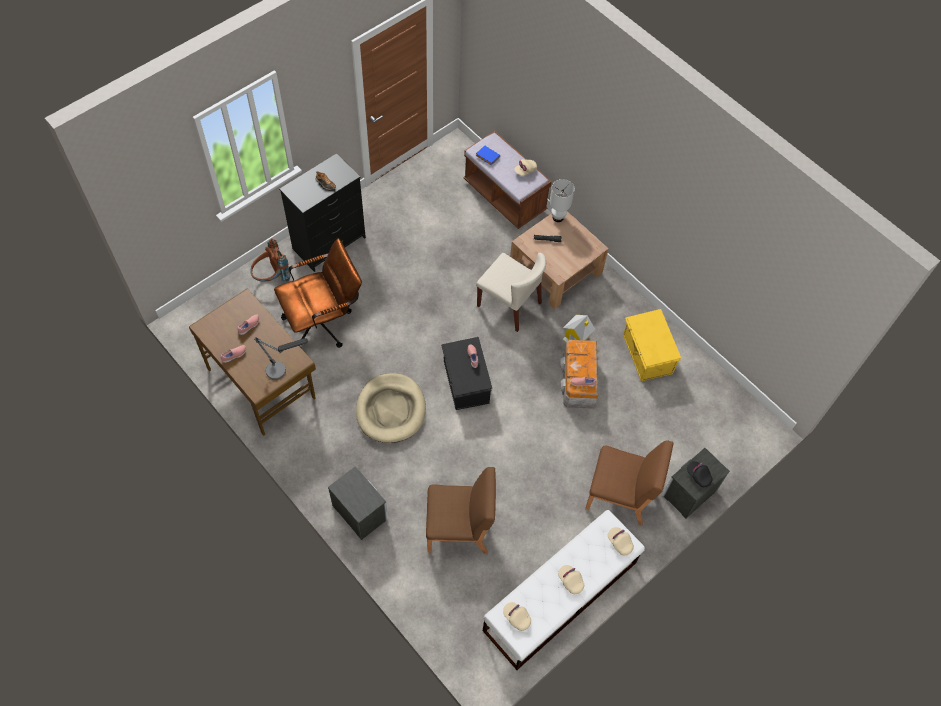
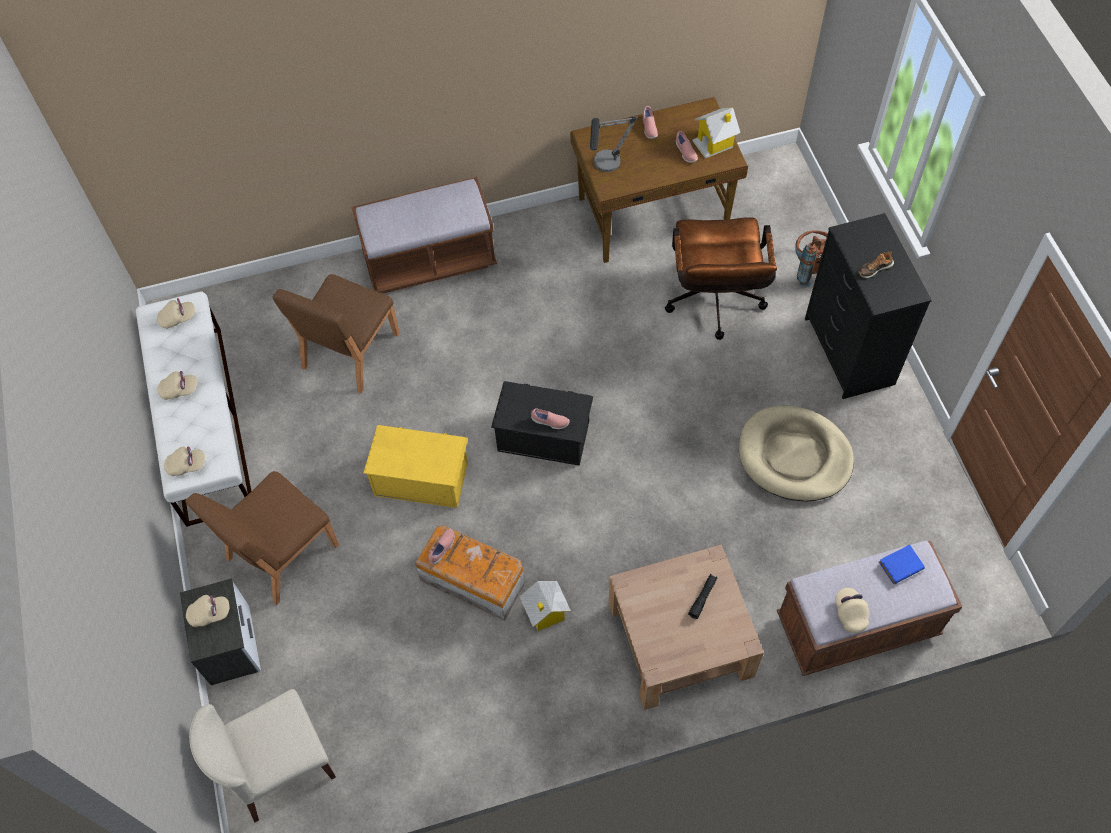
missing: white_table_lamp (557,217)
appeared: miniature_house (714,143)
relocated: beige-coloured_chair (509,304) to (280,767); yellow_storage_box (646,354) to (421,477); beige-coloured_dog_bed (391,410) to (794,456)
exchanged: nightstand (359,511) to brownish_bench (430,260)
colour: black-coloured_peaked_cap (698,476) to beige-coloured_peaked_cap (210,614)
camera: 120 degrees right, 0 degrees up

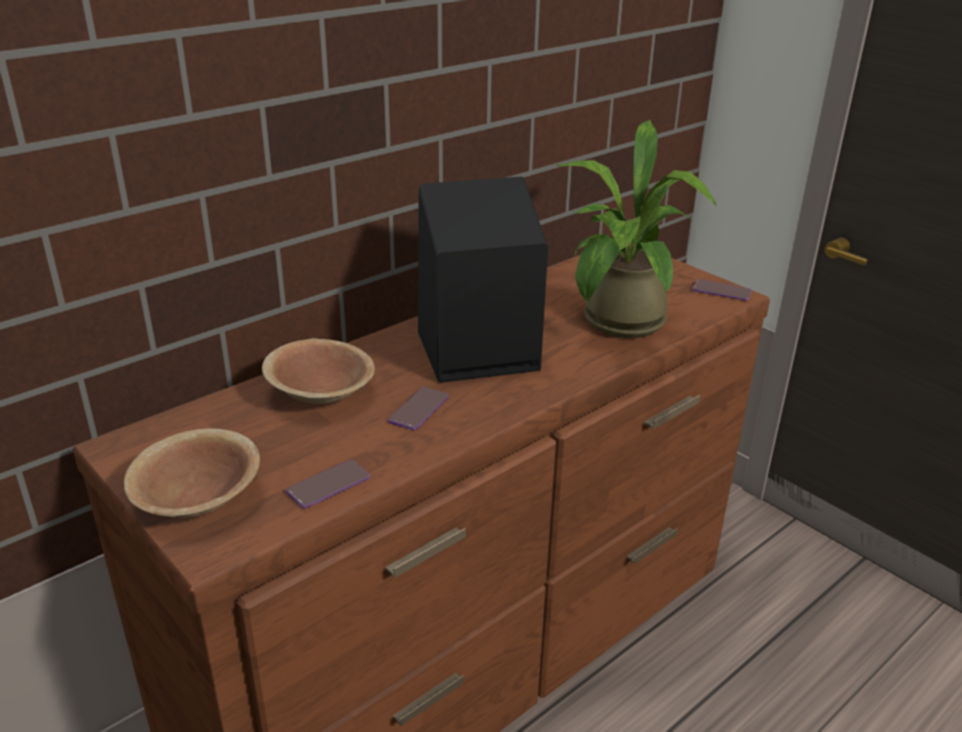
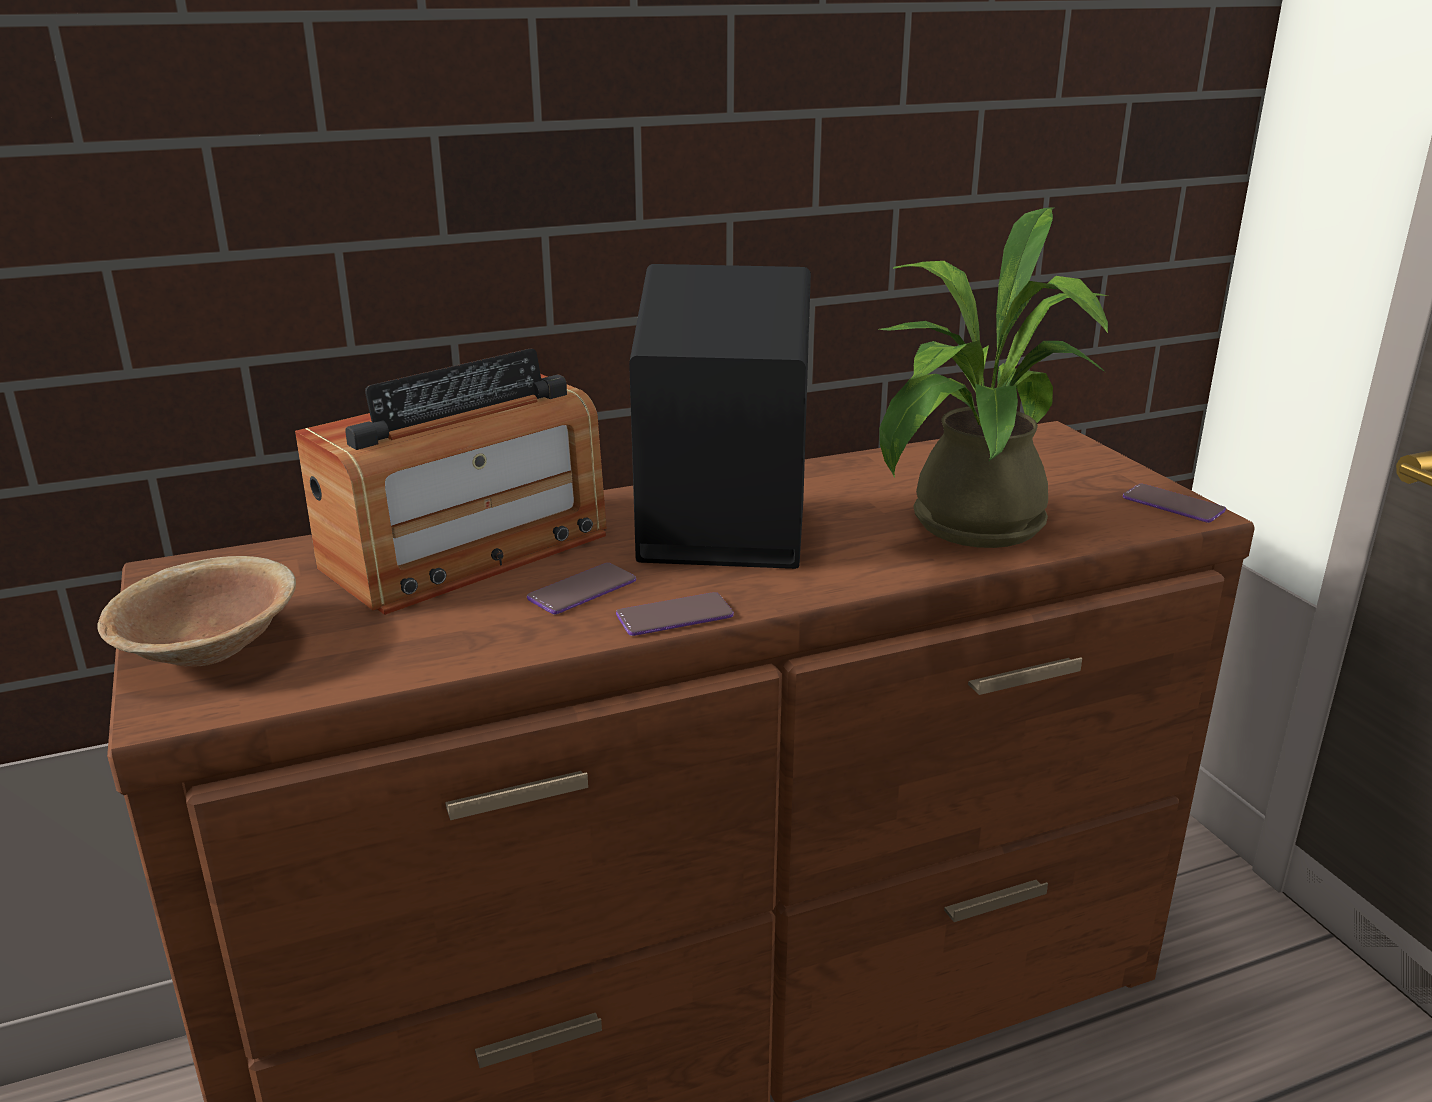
relocated: telephone (328,485) to (674,616)
exchanged: brownish_bowl (321,394) to radio_receiver (467,551)
camera: 20 degrees right, 5 degrees down

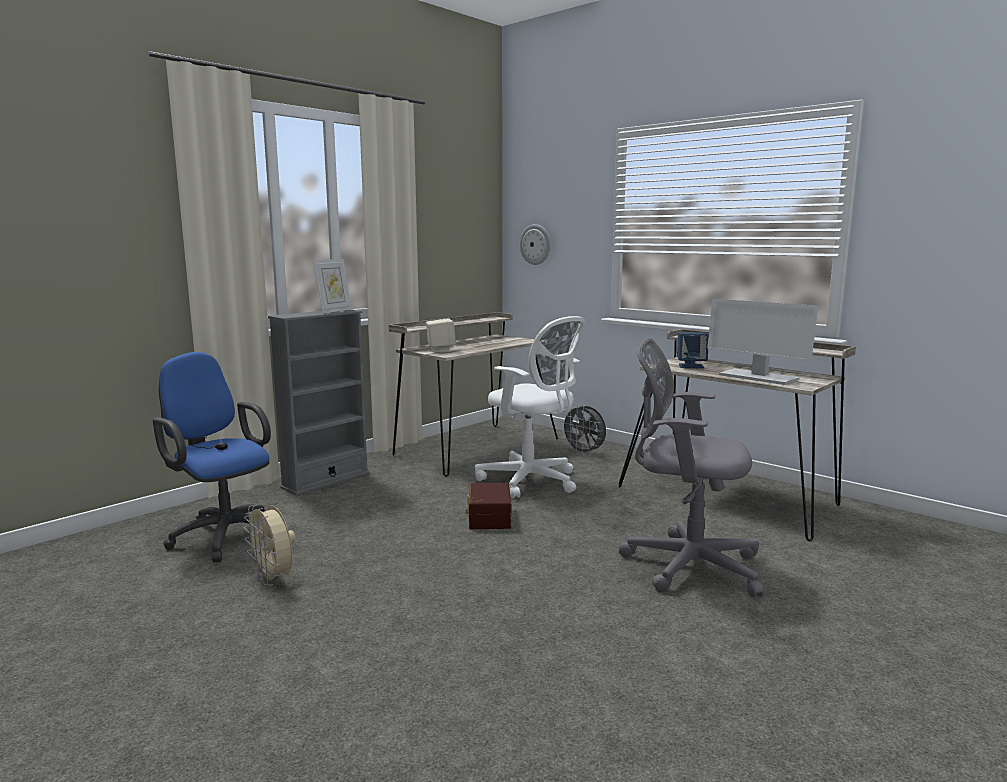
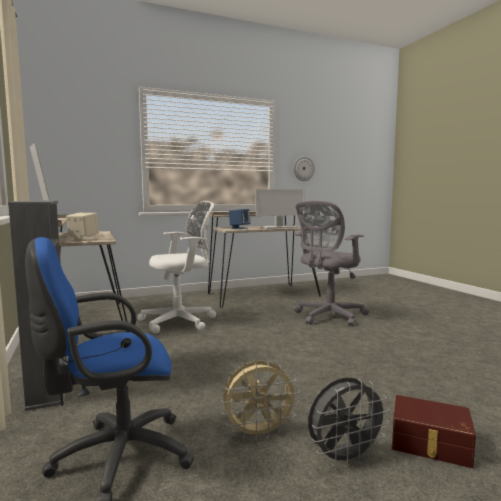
relocated: wall_clock (535,244) to (303,168); greyish_cooling_fan (584,453) to (344,458); brownish_storage_box (488,517) to (430,444)
camera: 65 degrees left, 5 degrees down

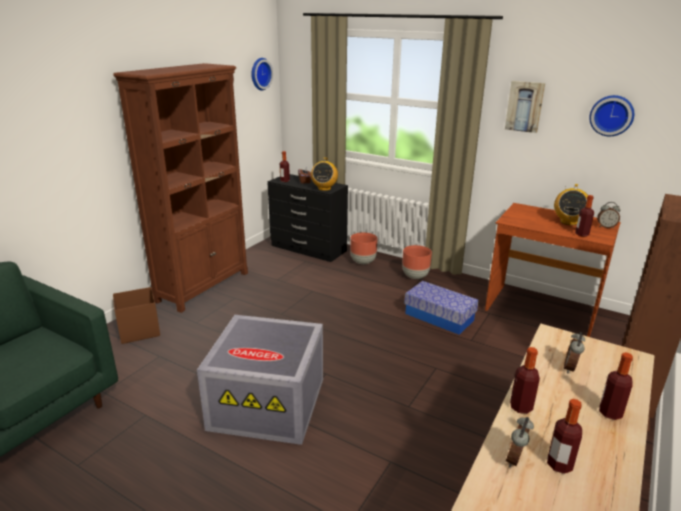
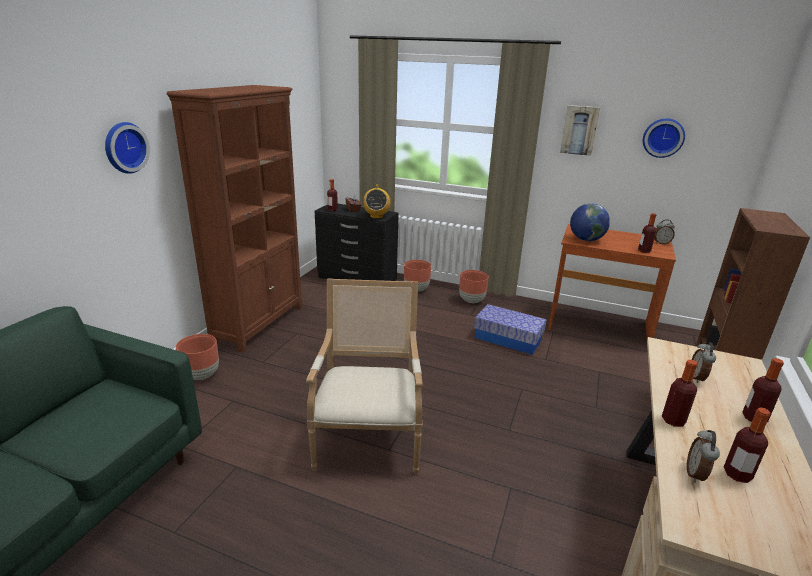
missing: radio_receiver (568,222)
appeared: globe (586,240)
relocated: wall_clock (259,74) to (124,147)
exchanged: brownish_storage_box (138,331) to brownish_plant_pot (201,375); greyish_storage_box (269,402) to easy_chair (368,440)
camera: 10 degrees left, 0 degrees up

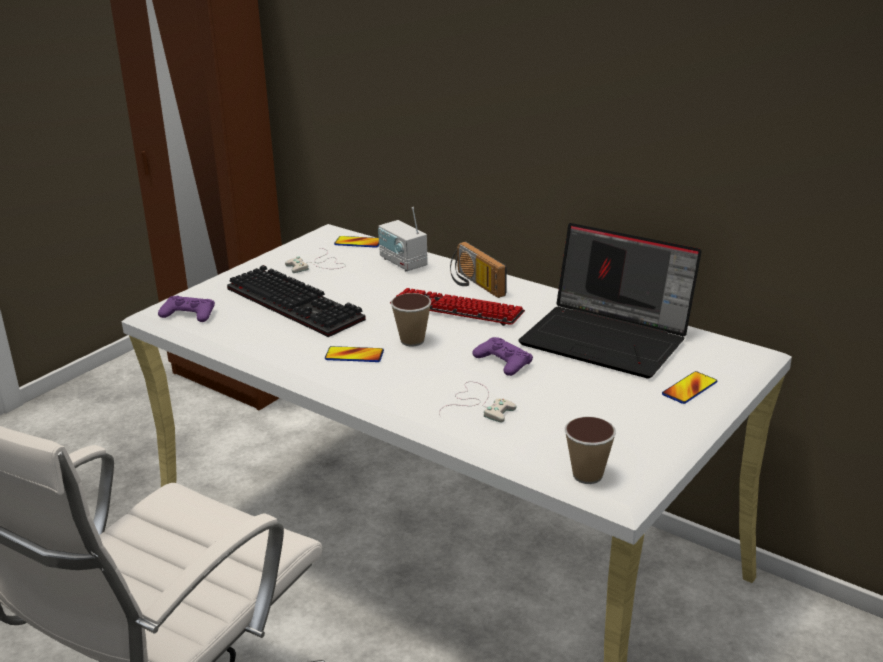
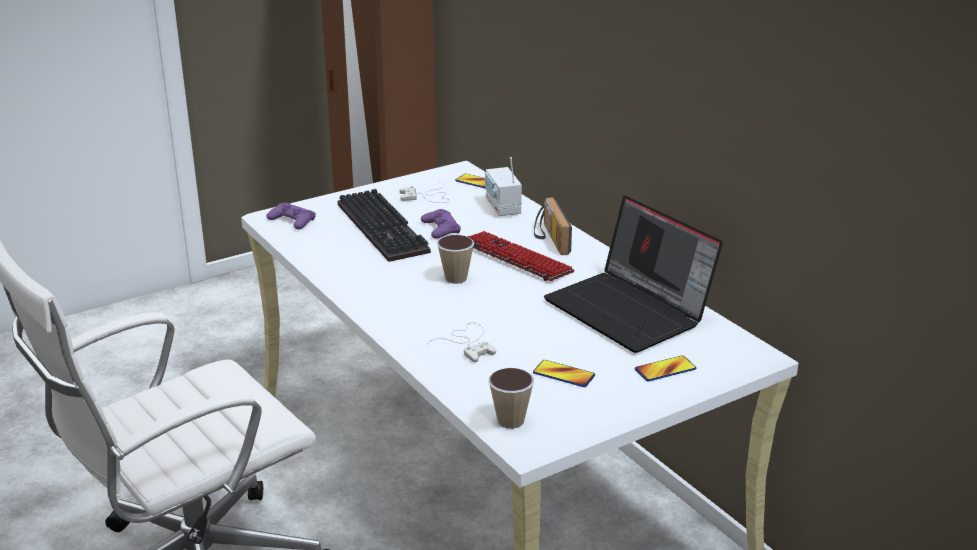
relocated: purplish_game_controller (503,362) to (440,229); telephone (354,355) to (563,375)
camera: 20 degrees right, 0 degrees up

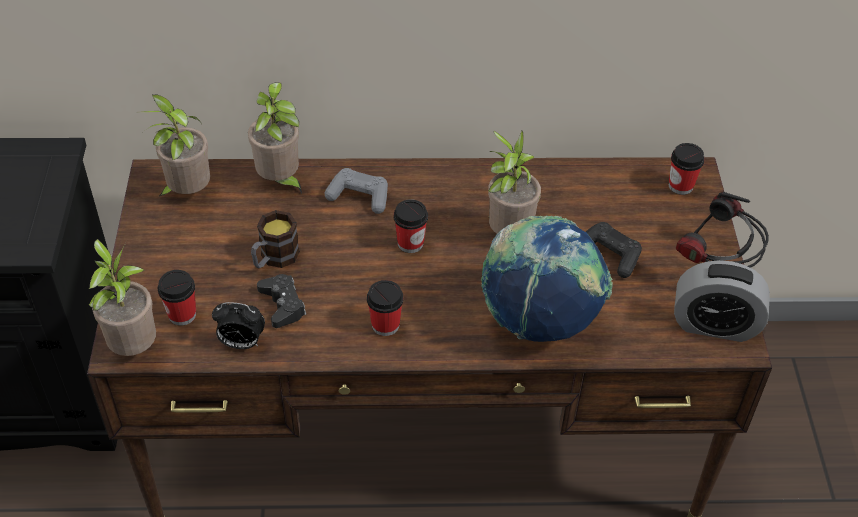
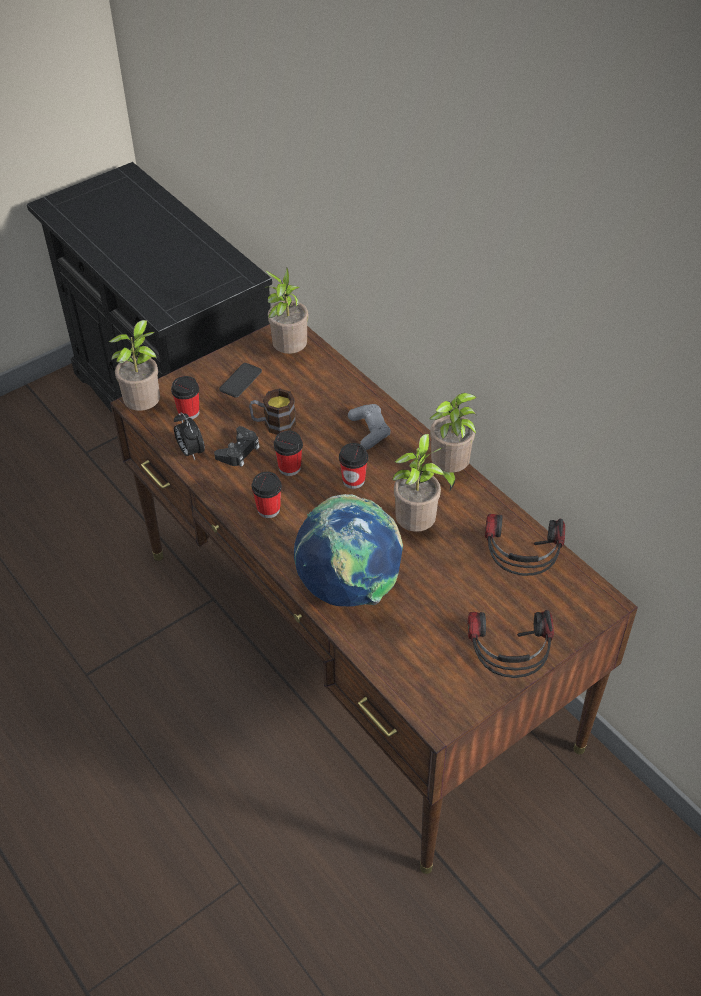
missing: black-coloured_game_controller (609,255); alarm_clock (714,325)
appeared: telephone (240,380); pair_of_headphones (519,569)
relocated: drinking_cup (680,186) to (289,468); potted_plant (280,181) to (449,472)
camera: 55 degrees right, 0 degrees up

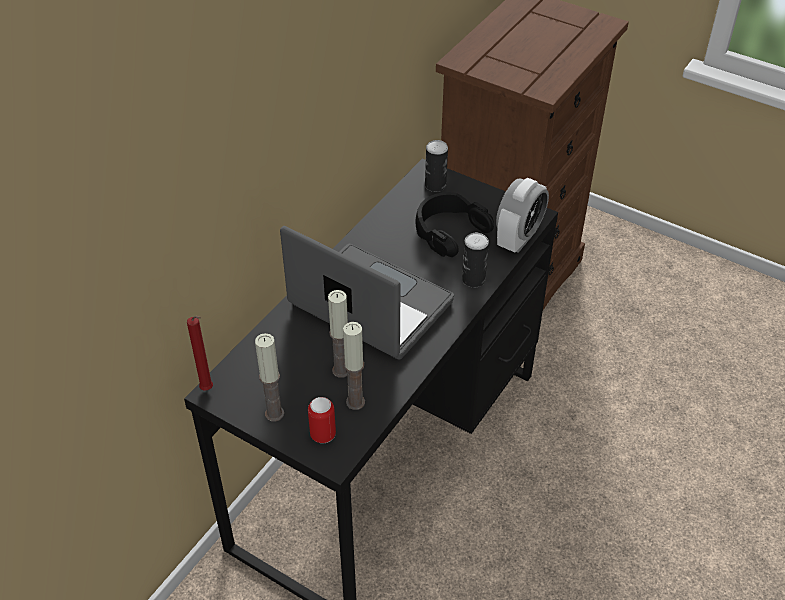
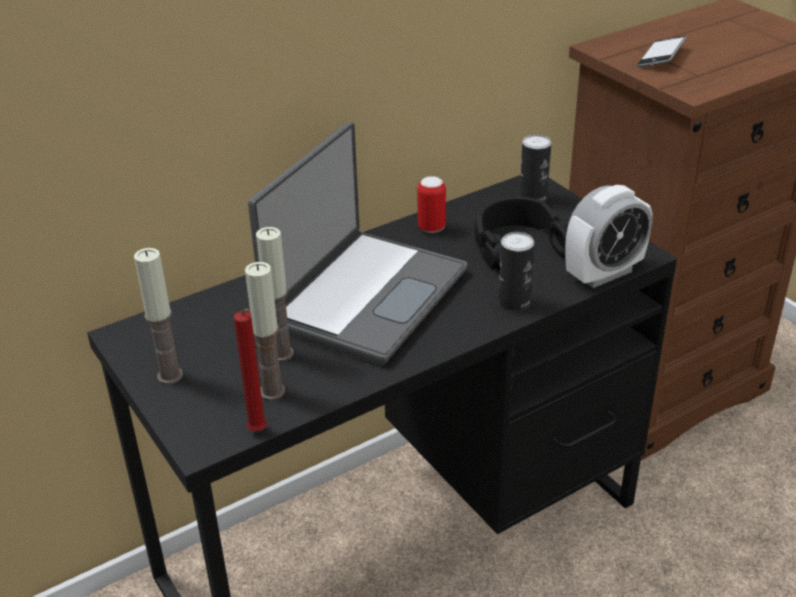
appeared: telephone (661,57)
relocated: reddish_wax_candle (208,390) to (259,433); metal_can (323,435) to (431,228)
spun: laptop (369,305) = (364,296) 60 degrees clockwise
camera: 25 degrees right, 10 degrees down

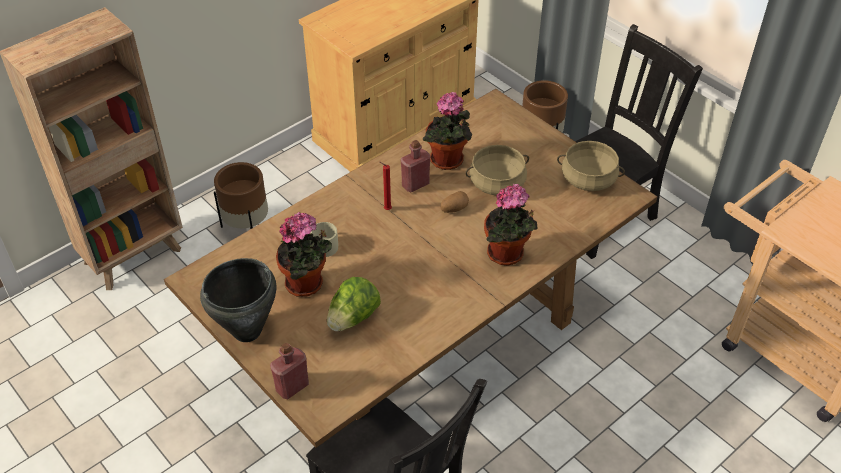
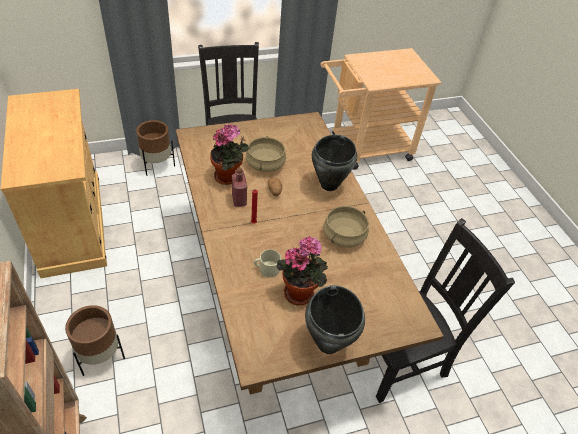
missing: reddish_beverage_bottle (292,387); lettuce (353,318)
relocated: beige-coloured_cooking_pot (588,179) to (344,236)
exchanged: potted_plant (507,255) to black-coloured_cooking_pot (329,185)
camera: 70 degrees left, 0 degrees up

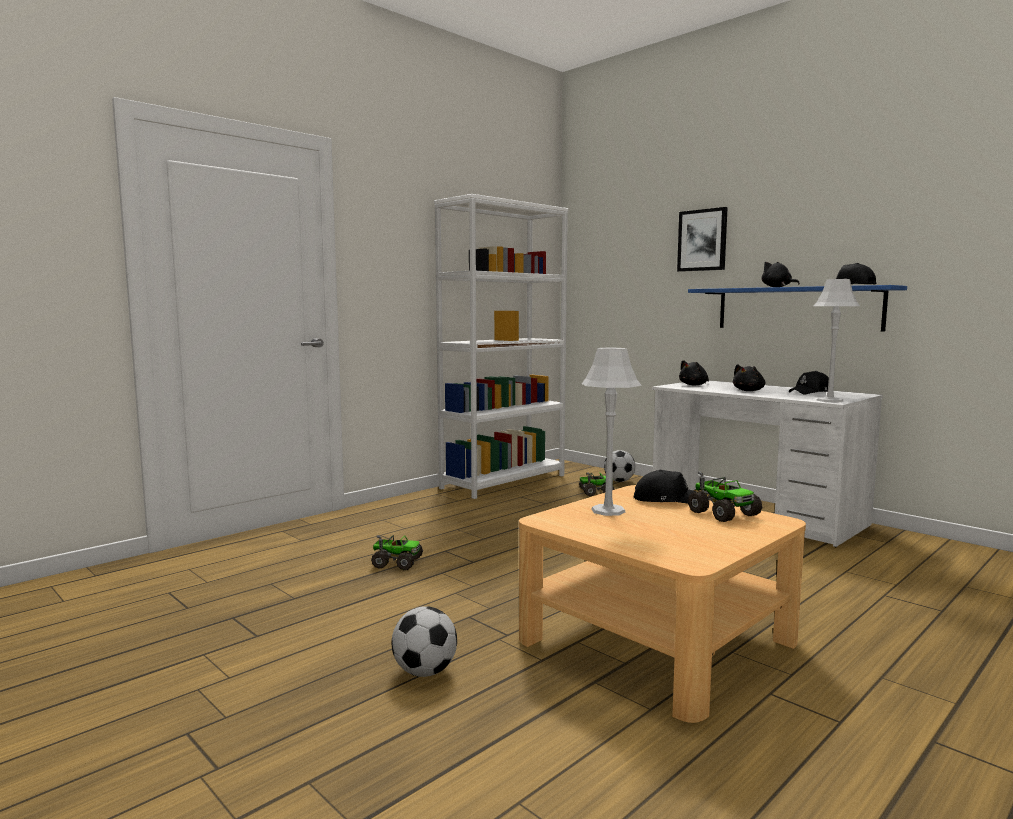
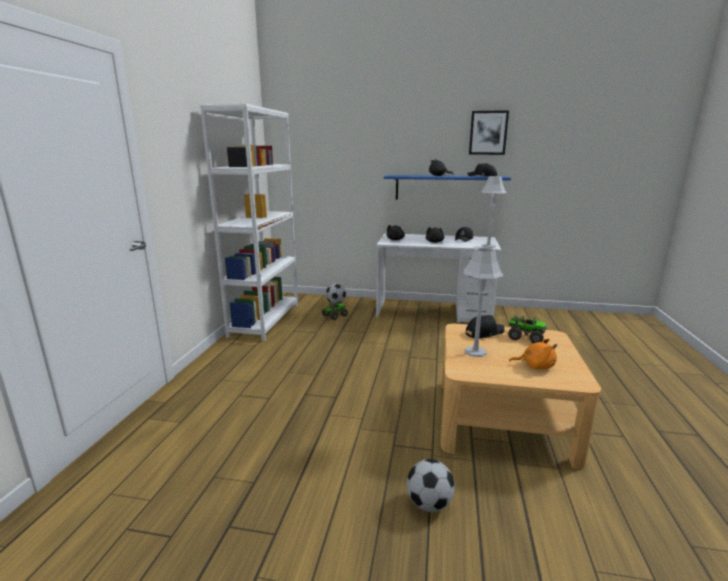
missing: toy_truck (397,563)
appeared: orange-coloured_soft_toy (535,366)
relocated: picture (702,240) to (488,133)
camera: 35 degrees left, 10 degrees up

